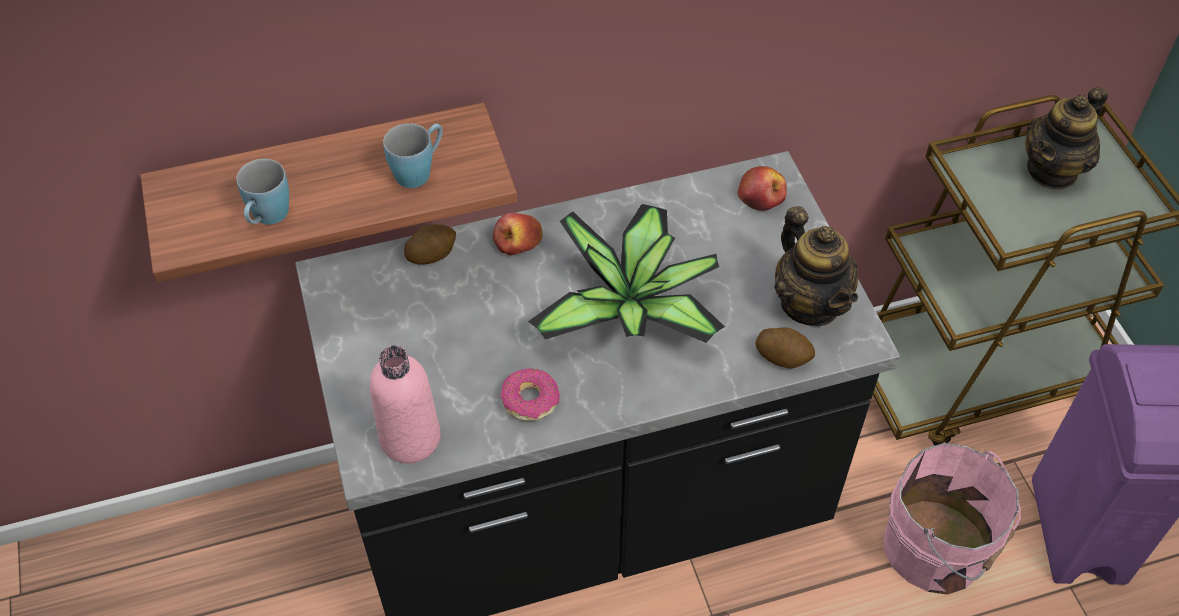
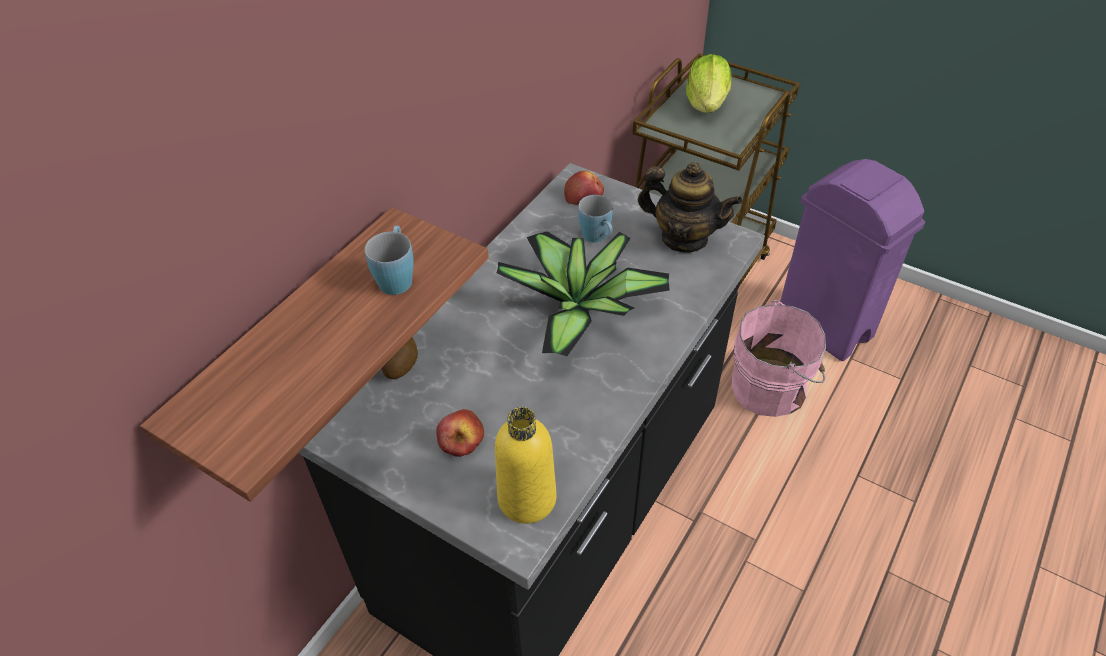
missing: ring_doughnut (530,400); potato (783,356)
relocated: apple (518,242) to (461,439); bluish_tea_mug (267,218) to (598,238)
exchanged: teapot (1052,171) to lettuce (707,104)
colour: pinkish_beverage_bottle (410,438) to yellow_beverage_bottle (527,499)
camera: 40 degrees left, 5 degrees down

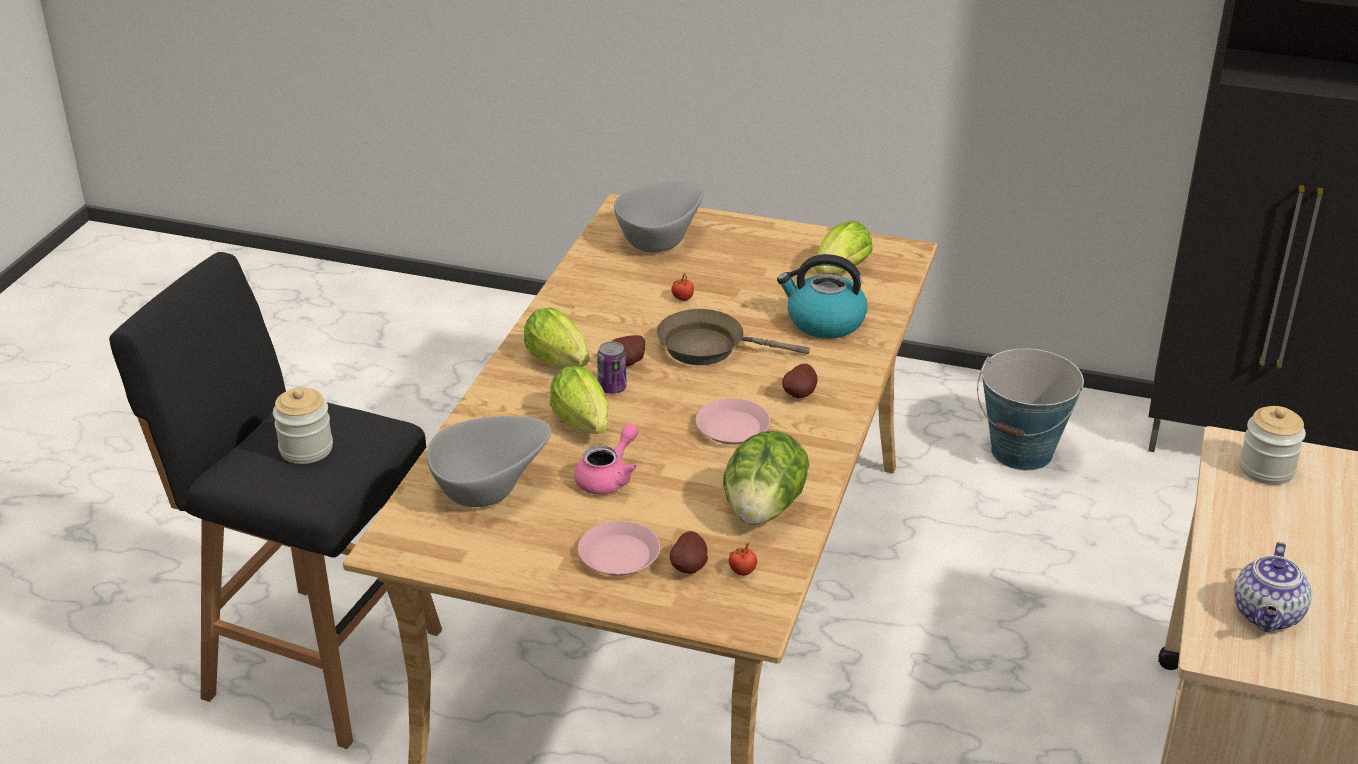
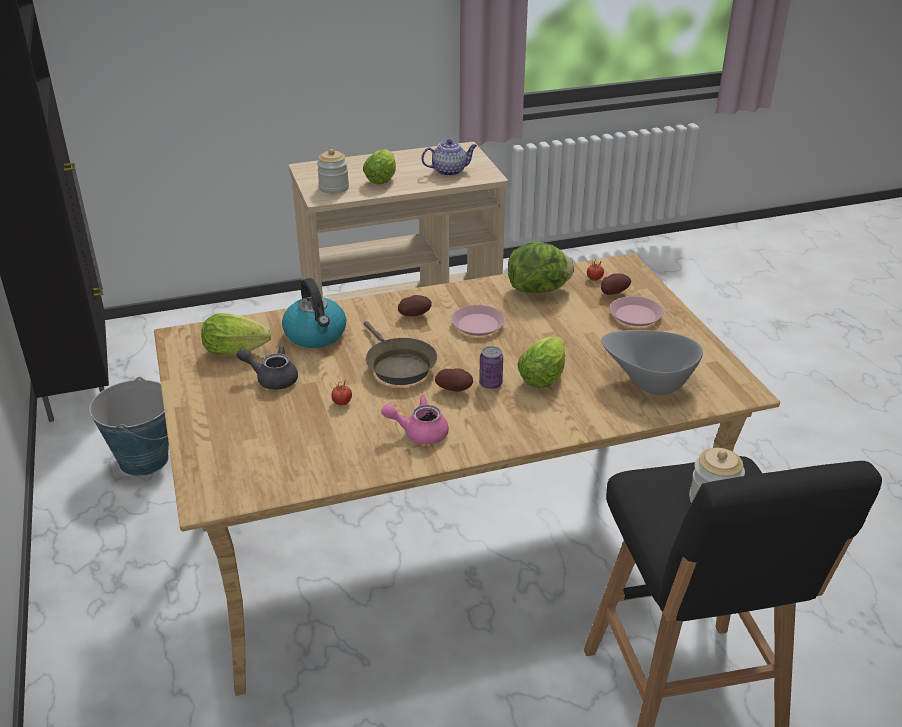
missing: greyish_bowl (660,240)
appeared: greyish_teapot (272,378)
relocated: lettuce (561,364) to (382,178); pinkish_teapot (608,477) to (419,432)
camera: 125 degrees left, 0 degrees up

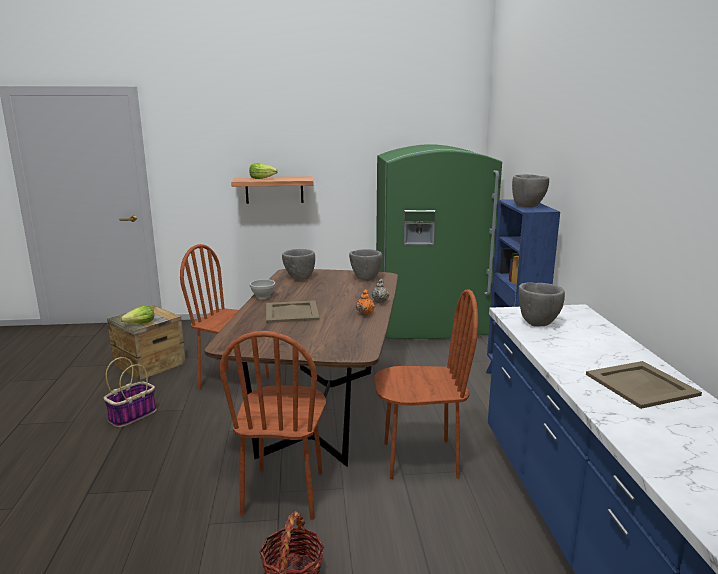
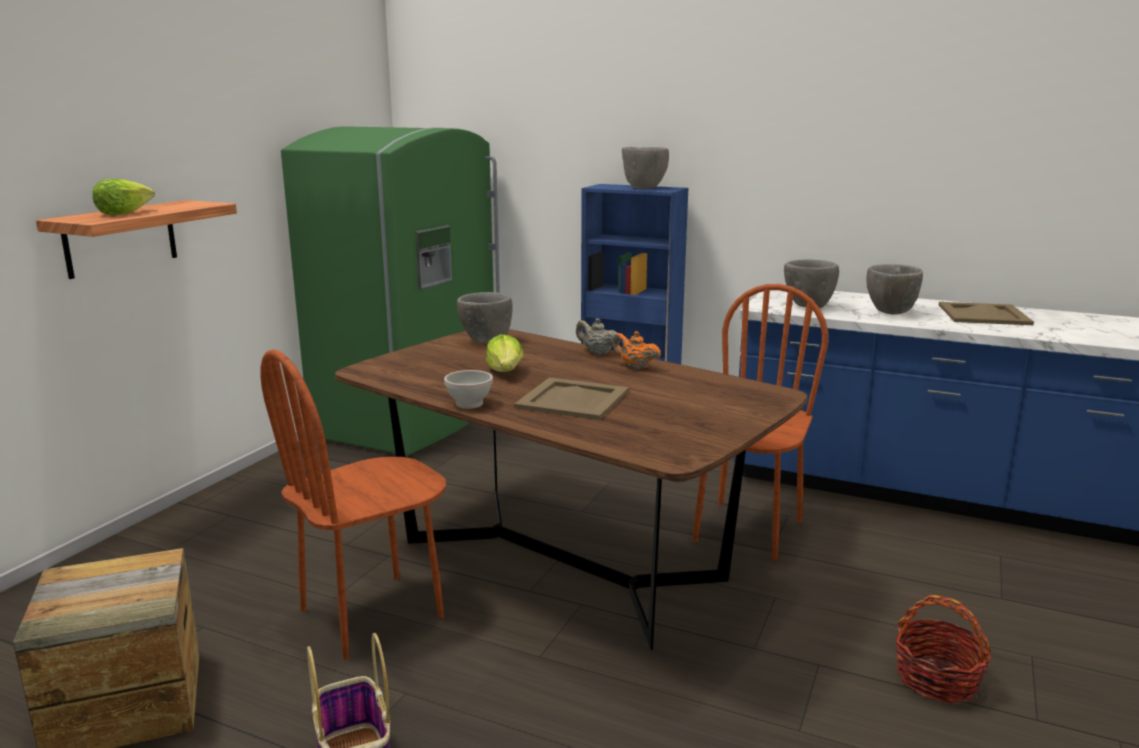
missing: brownish_chair (284,493)
relocated: lettuce (140,324) to (505,372); greyish_bowl (299,278) to (890,313)
camera: 60 degrees left, 0 degrees up

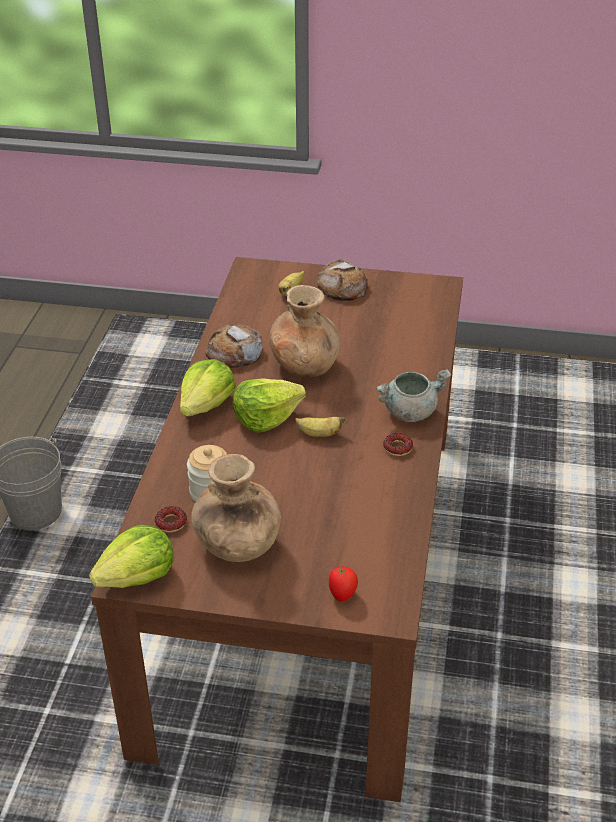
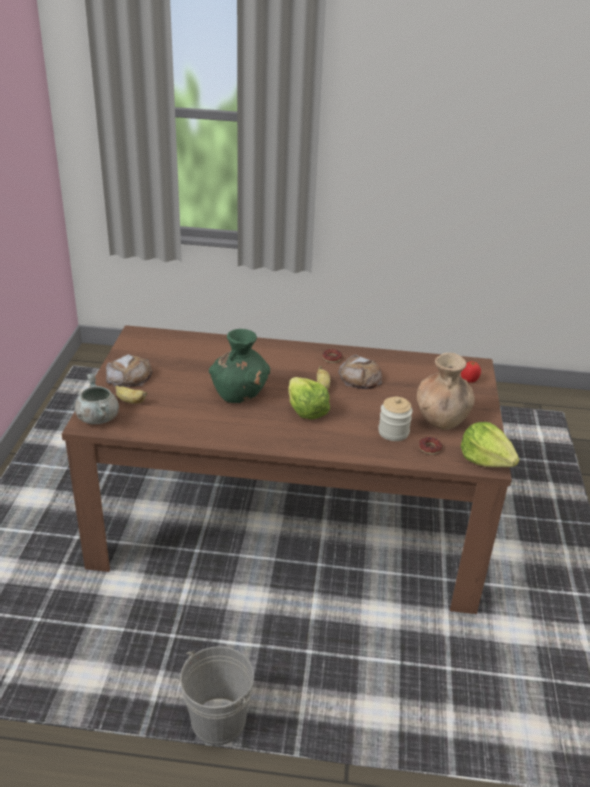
missing: lettuce (207,405)
relocated: greyish_cooking_pot (410,411) to (98,418); baked_bread (234,353) to (360,377)
colour: brownish_vase (305,366) to greenish_vase (240,393)
camera: 95 degrees left, 5 degrees down

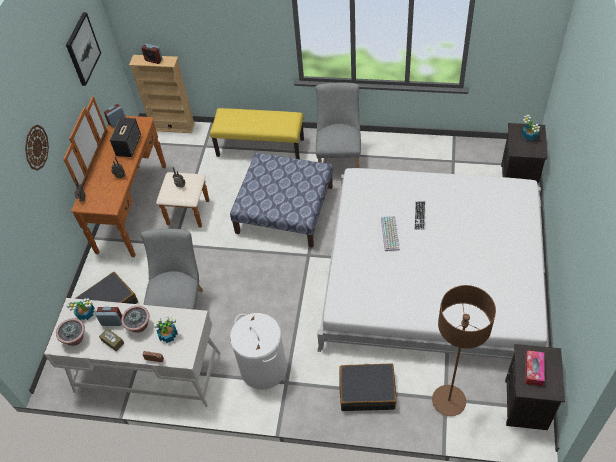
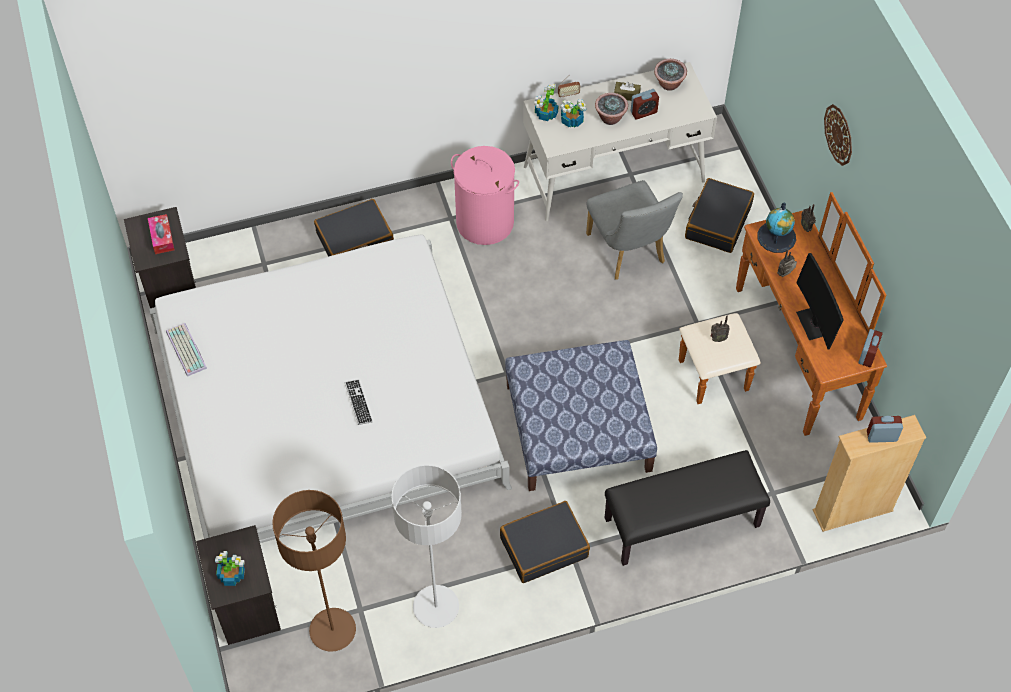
missing: picture (82,49)
appeared: greyish_standing_lamp (436,607); globe (776,237)
relocated: keyboard (391,234) to (185,349); brownish_standing_lamp (448,401) to (332,630); potted_plant (86,313) to (545,114)
exchanged: greyish_chair (339,159) to black-coloured_suitcase (544,547); loudspeaker (128,145) to computer_screen (815,323)
colour: white_laundry_basket (263,368) to pinkish_laundry_basket (485,222); yellow_bench (261,147) to black-coloured_bench (681,523)
camera: 150 degrees right, 5 degrees up

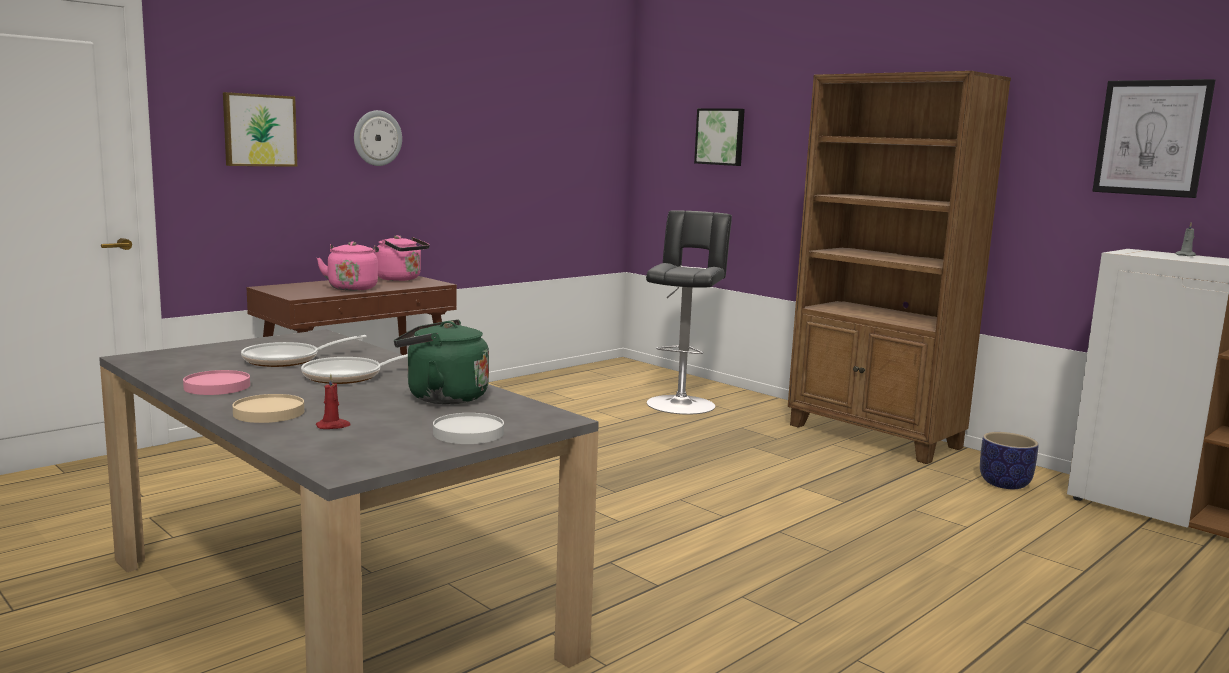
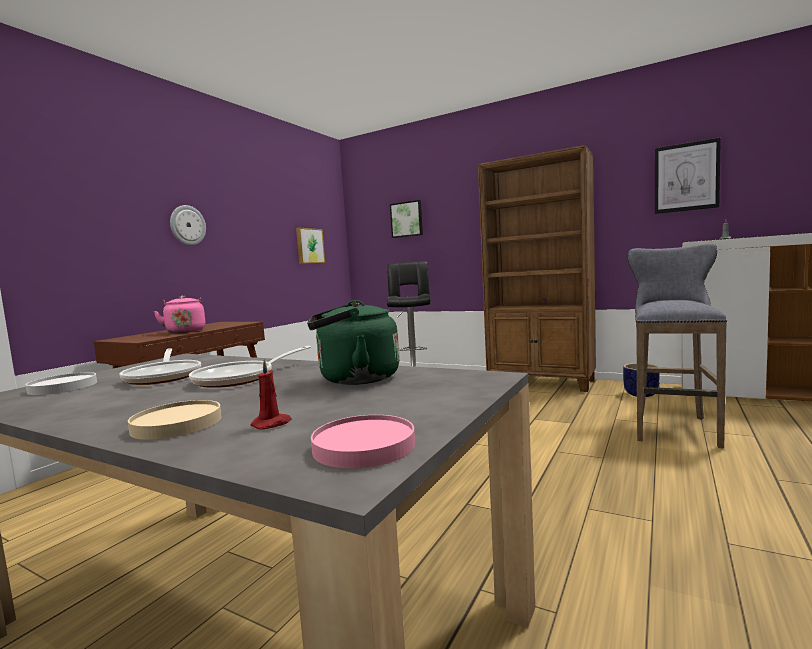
missing: pinkish_kettle (401,279)
appeared: greyish_stool_seat (673,427)
relocated: white_plate (469,433) to (63,387); picture (259,130) to (309,246); pinkish_plate (217,386) to (363,446)
spun: frying_pan (288,360) = (164,376) 60 degrees counterclockwise
camera: 15 degrees left, 5 degrees down

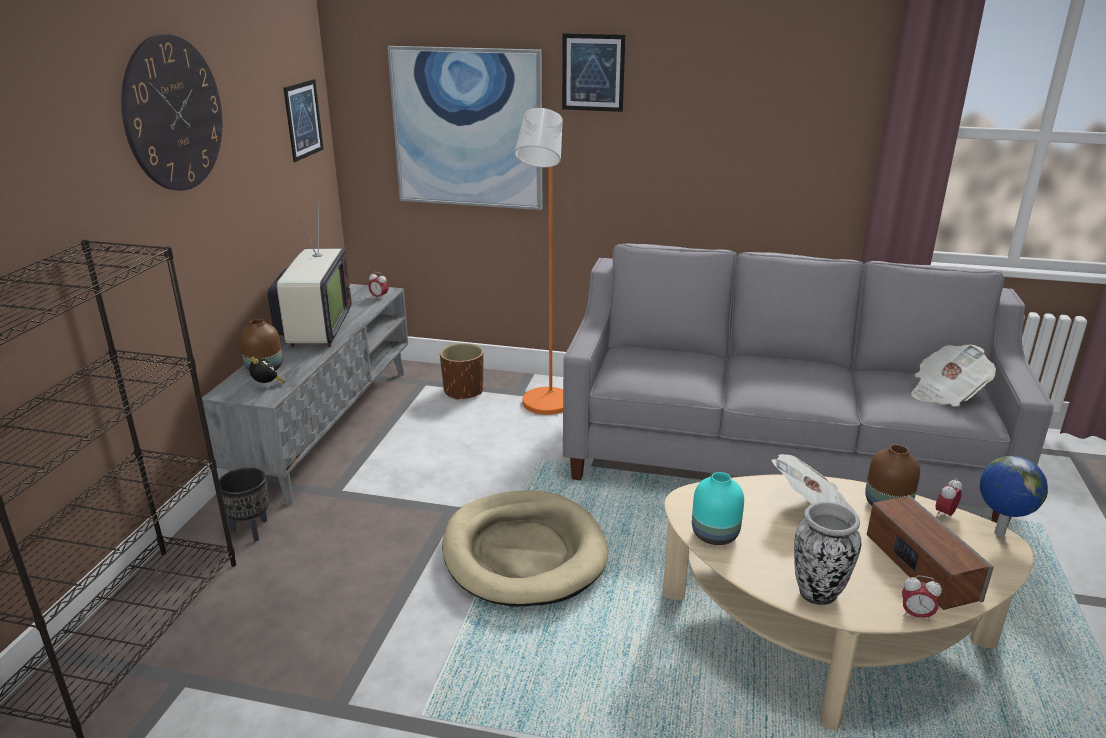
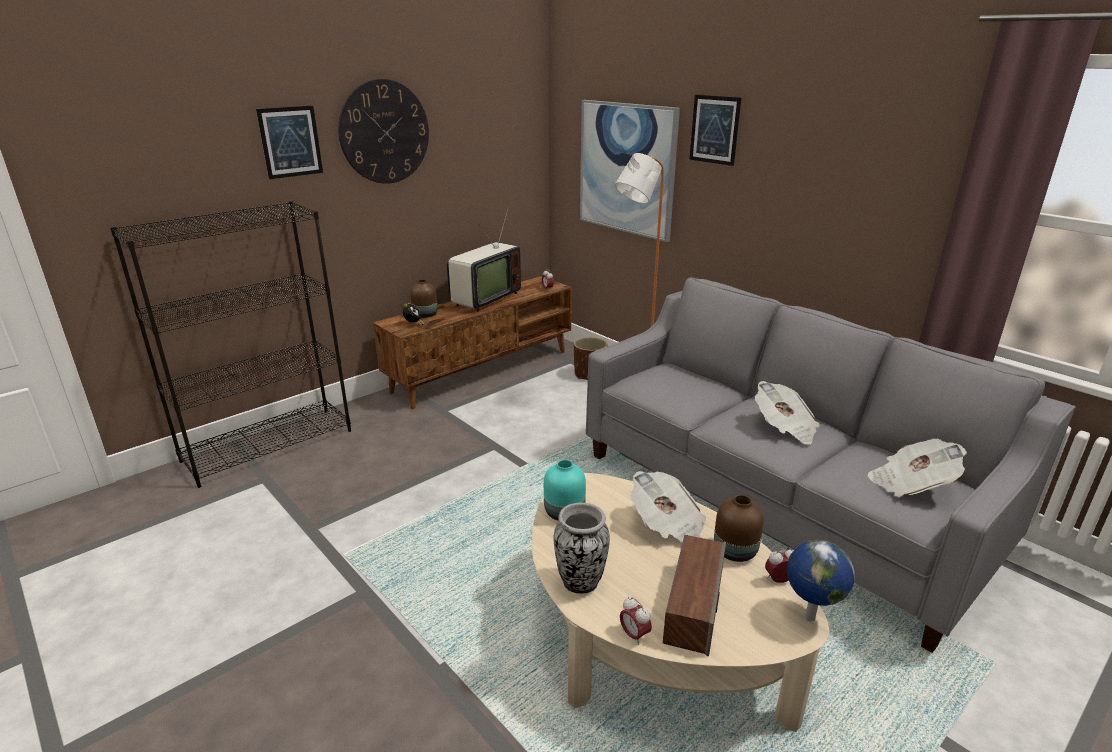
missing: black-coloured_plant_pot (251,531); beige-coloured_dog_bed (524,553)
appeared: printed_paper (785,428)
relocated: picture (303,120) to (290,142)
colour: greyish_media_console (328,426) to brownish_media_console (482,370)
camera: 35 degrees right, 0 degrees up

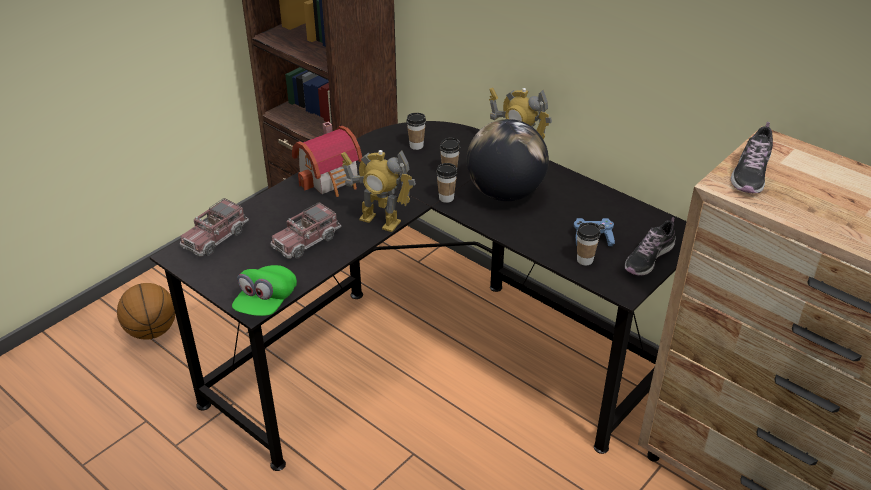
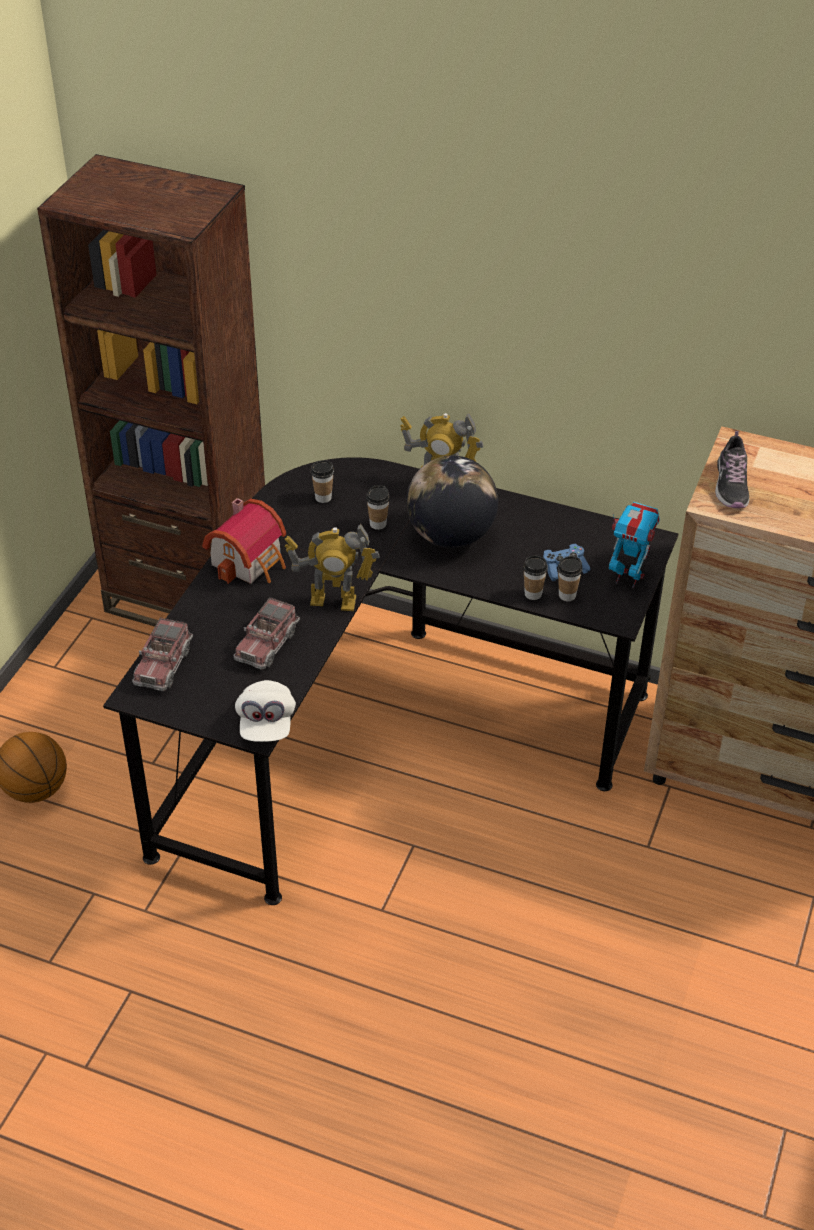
relocated: drinking_cup (446,198) to (533,594)
exchanged: item_of_footwear (648,258) to model_robot (628,578)
colour: greenish_peaked_cap (266,302) to white_peaked_cap (266,724)
camera: 20 degrees left, 5 degrees up

